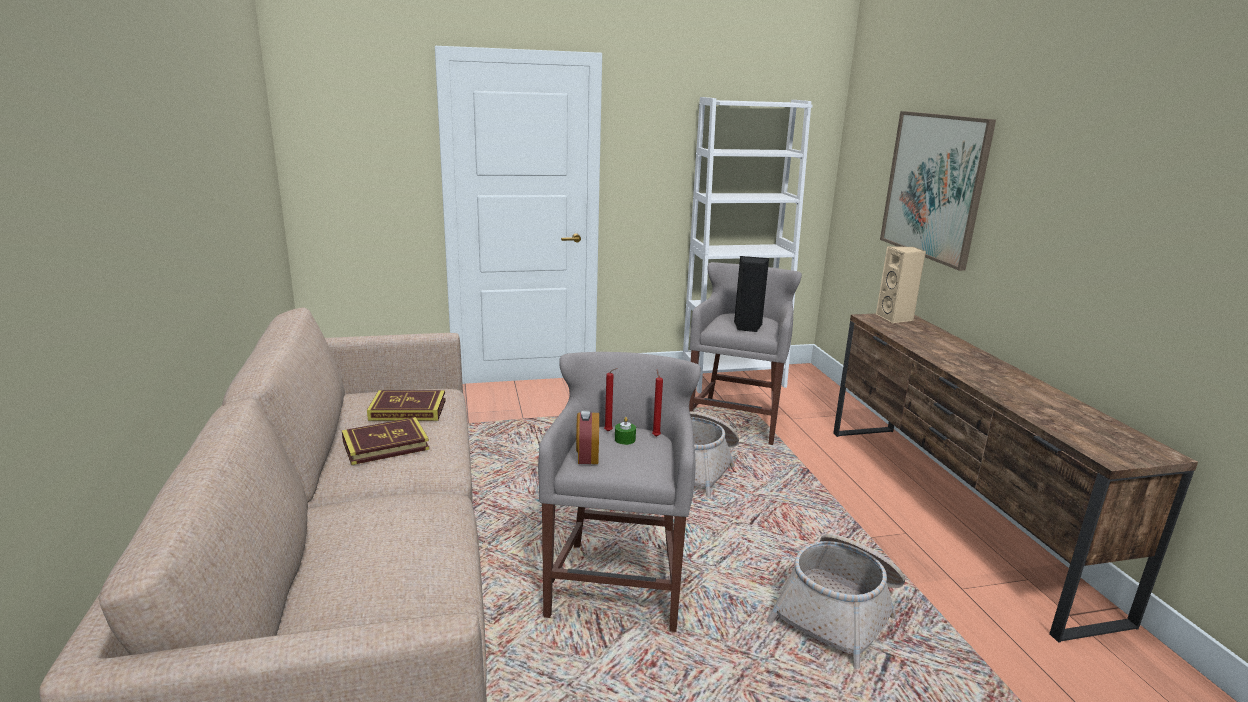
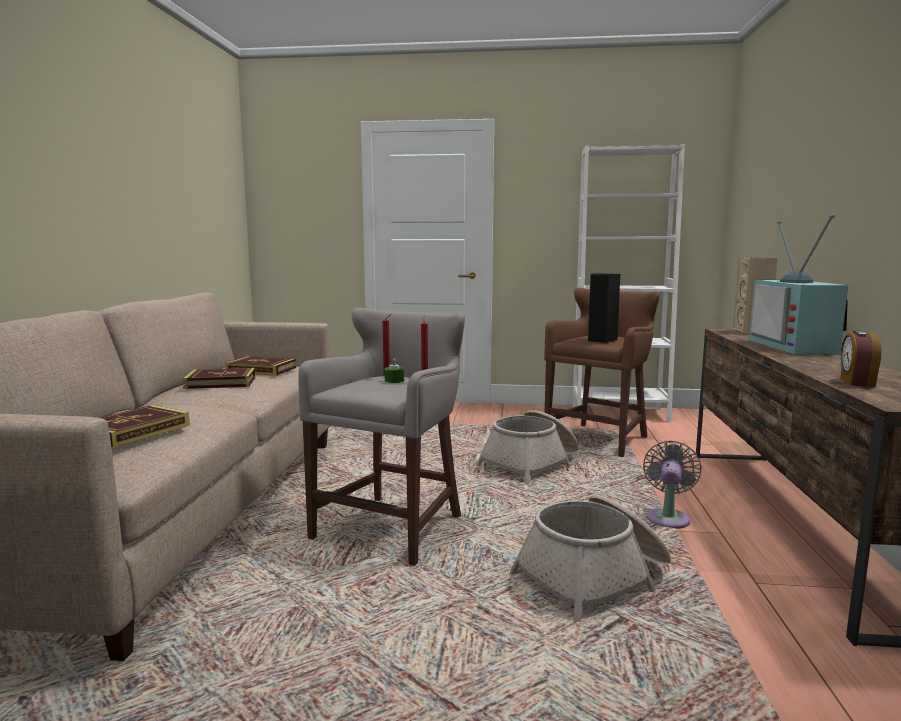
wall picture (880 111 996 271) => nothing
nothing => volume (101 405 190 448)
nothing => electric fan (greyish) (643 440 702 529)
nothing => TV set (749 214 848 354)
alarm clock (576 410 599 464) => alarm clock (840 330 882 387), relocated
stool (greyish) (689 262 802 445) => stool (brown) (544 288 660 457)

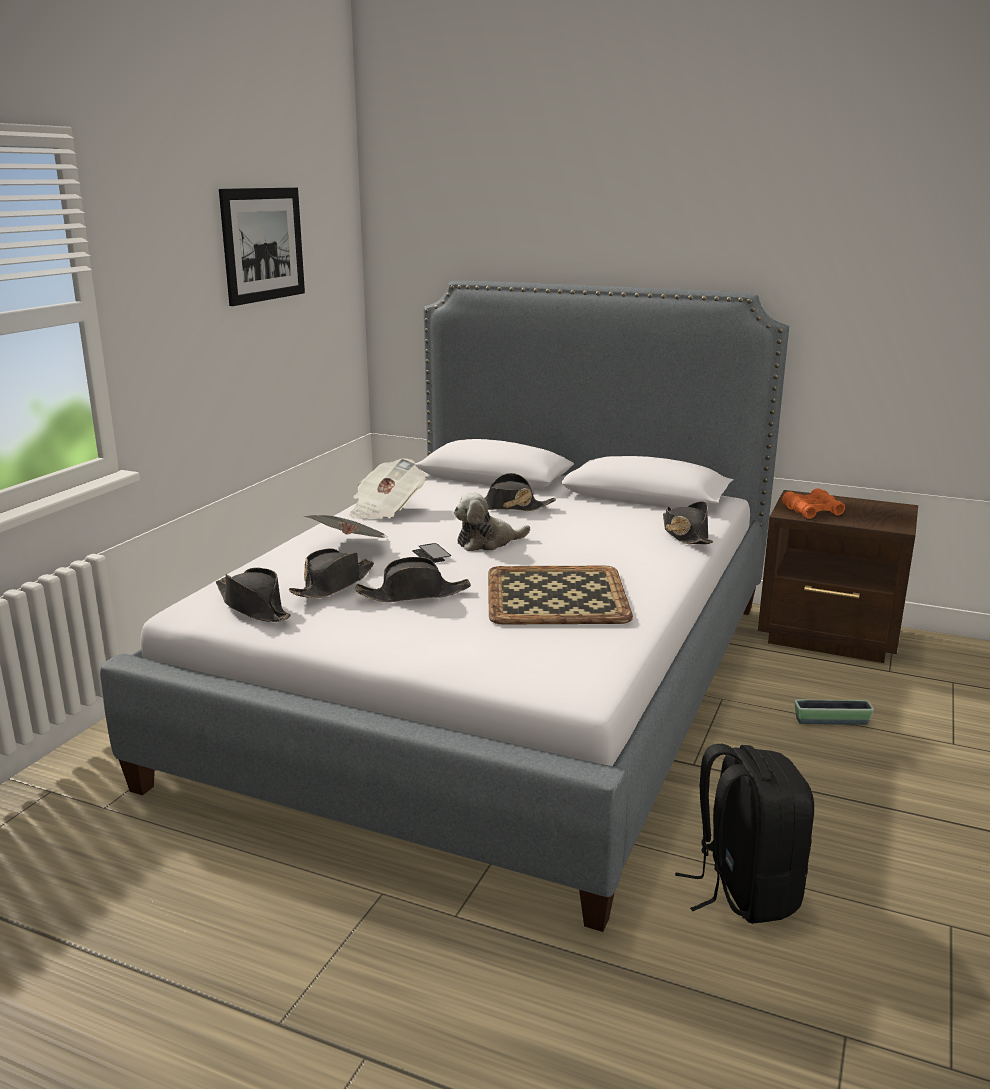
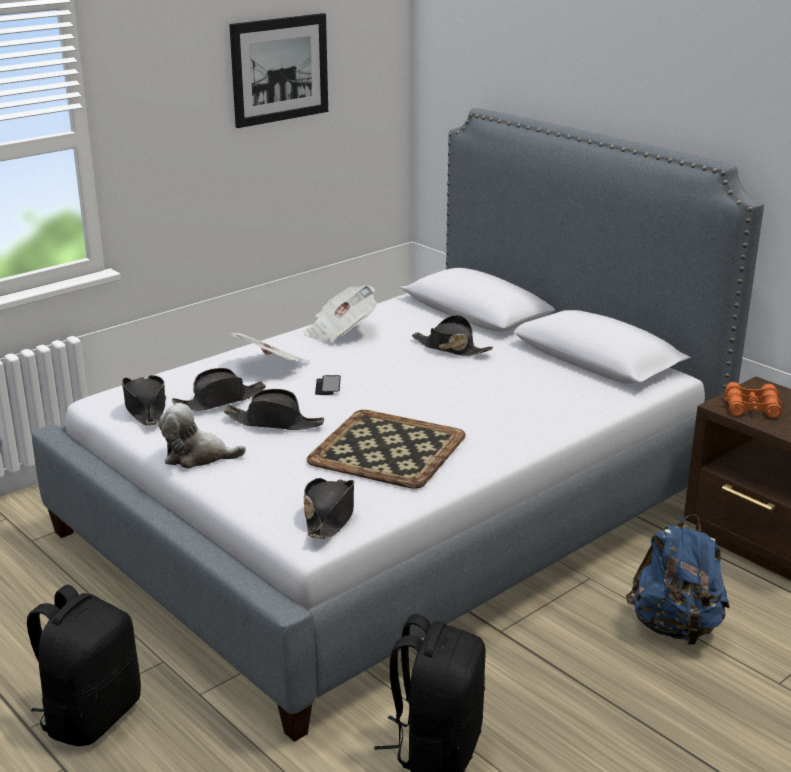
nothing => rucksack (black-coloured) (27 585 141 746)
plush toy (454 493 530 551) => plush toy (158 403 246 469), relocated
clothing hat (black-coloured) (663 501 713 544) => clothing hat (black-coloured) (304 478 354 539), relocated
flower pot (794 700 874 725) => rucksack (blue-coloured) (626 514 730 645)

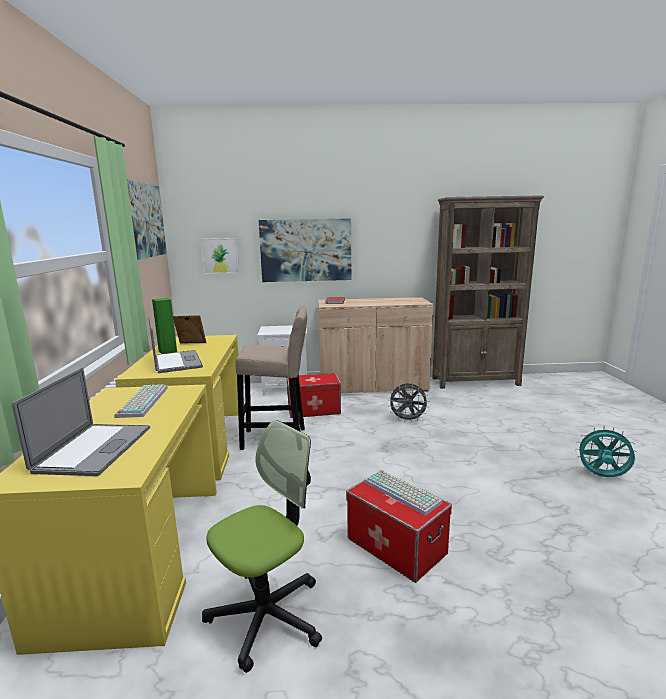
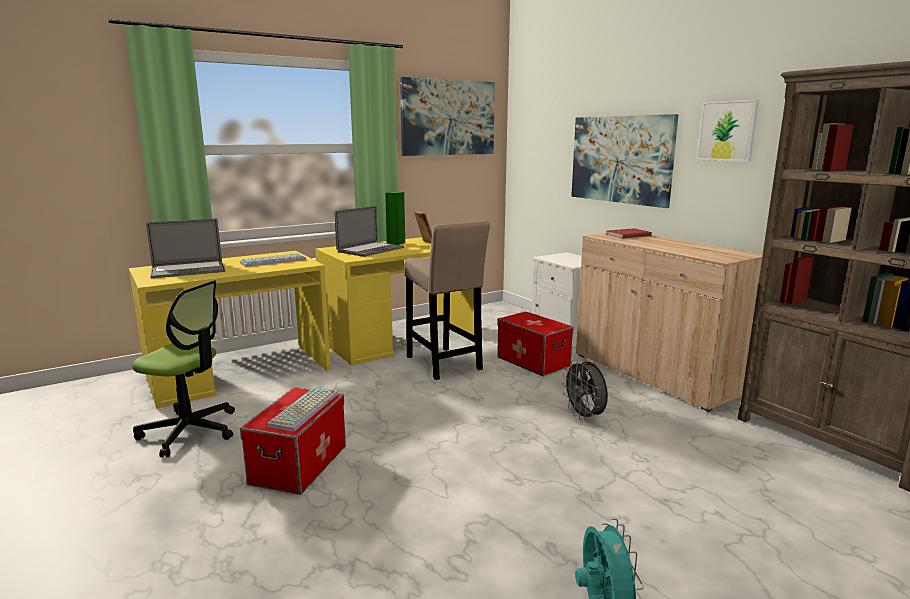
wall picture (201 238 239 274) => wall picture (697 100 759 162), relocated

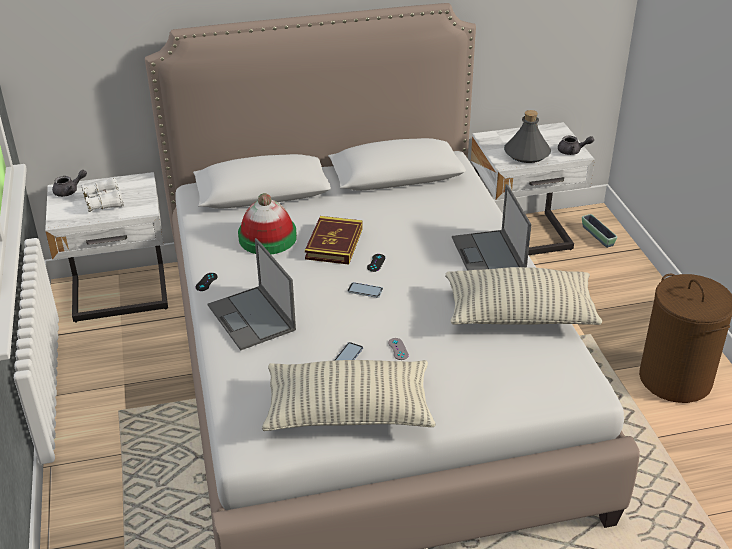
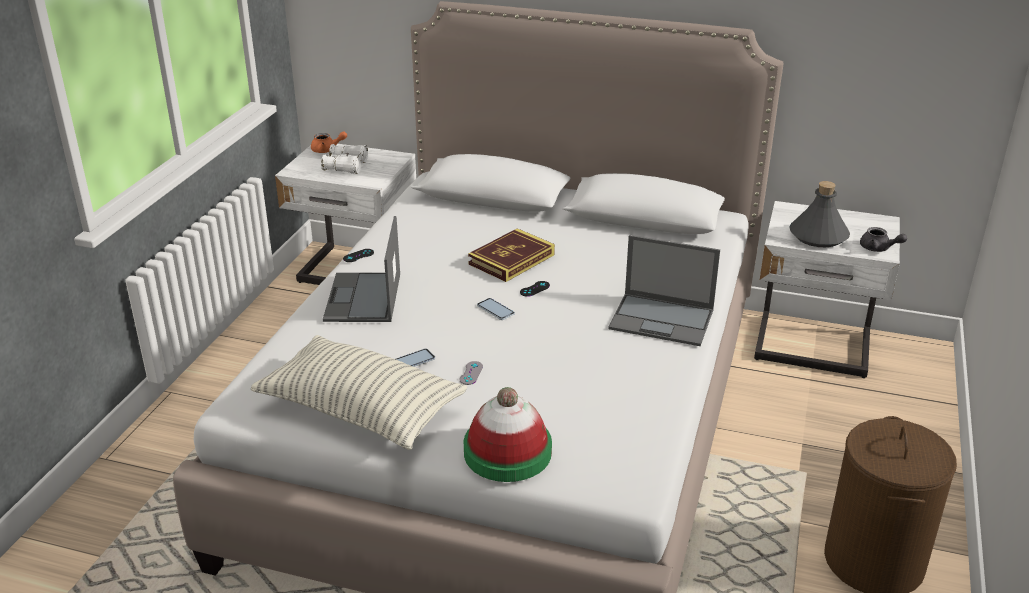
cushion (445 267 602 325) => nothing
flower pot (582 214 617 248) => nothing
clothing hat (238 193 297 254) => clothing hat (464 387 552 482), relocated
tea pot (greyish) (52 170 87 197) => tea pot (orange) (311 131 347 153)
notebook computer (452 184 532 271) => notebook computer (608 235 720 346), 90 degrees counterclockwise

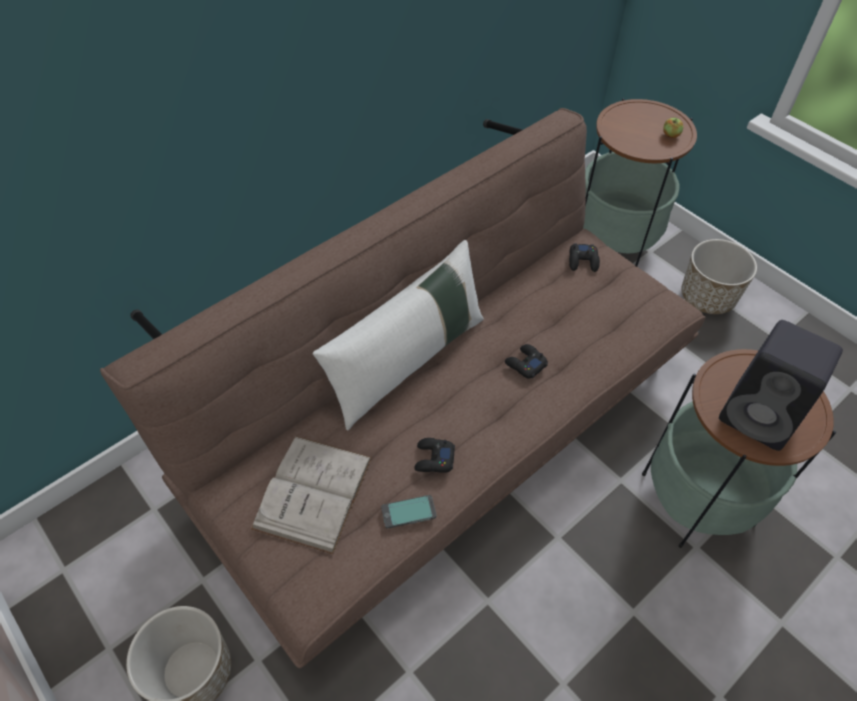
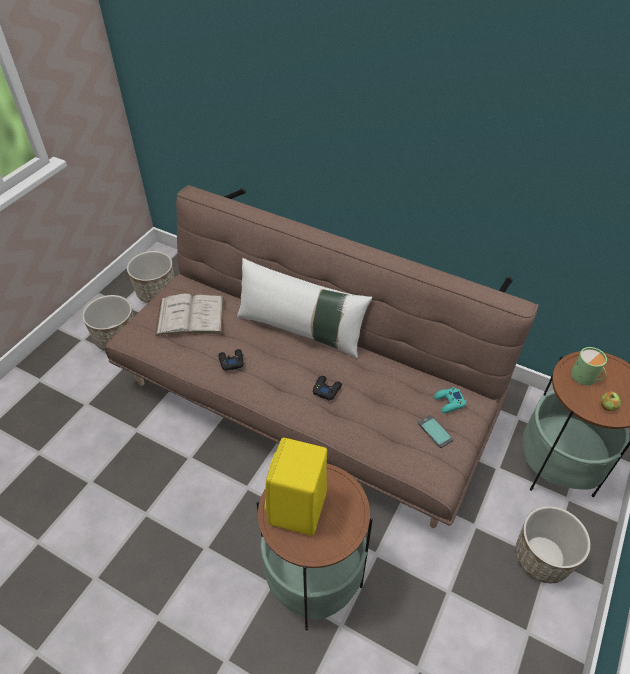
nothing => flower pot (127 251 174 303)
nothing => coffee mug (green) (571 347 607 385)
phone (381 495 437 529) => phone (418 415 453 448), relocated
game controller (black-coloured) (569 244 600 272) => game controller (blue-green) (434 387 467 413)
speaker (black-coloured) (719 320 843 451) => speaker (yellowish) (265 438 327 536)

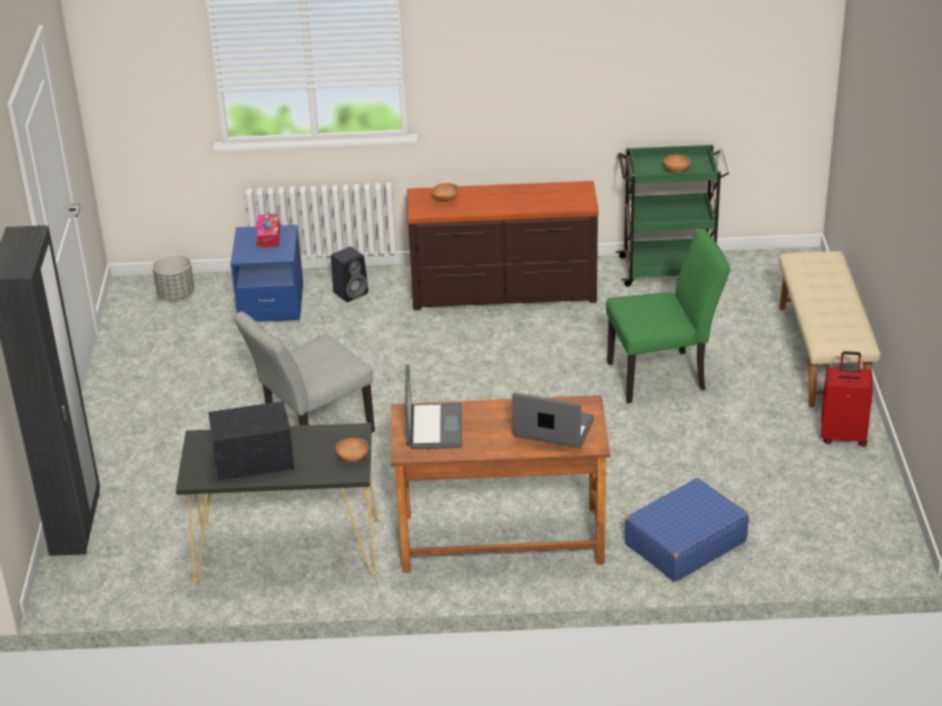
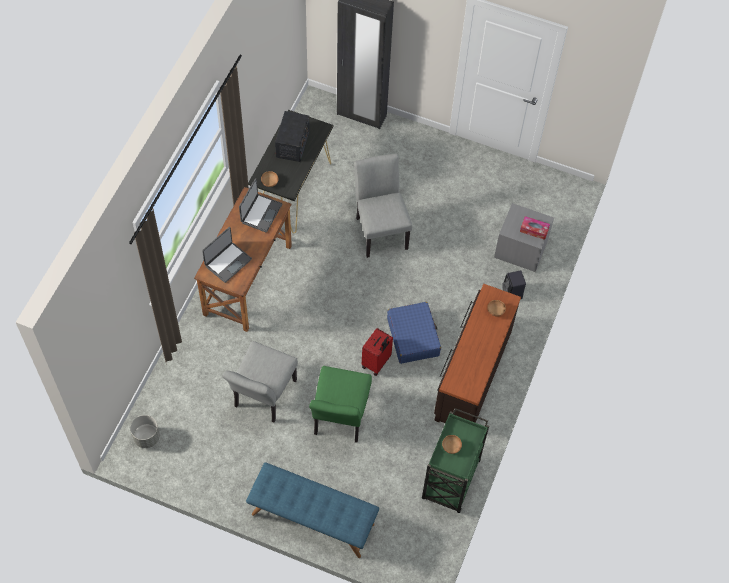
nothing => upright chair (greyish) (222 341 298 423)
flower pot (greyish) (152 254 194 300) => flower pot (greyish) (130 415 160 448), relocated
travel case (blue-coloured) (625 478 749 581) => travel case (blue-coloured) (387 302 441 364), relocated
travel case (red) (821 351 873 447) => travel case (red) (362 328 393 376), relocated
night table (blue-coloured) (230 225 303 322) => night table (greyish) (494 203 554 272)
long seat (beige) (779 251 881 408) => long seat (blue-coloured) (246 462 379 558)
notebook computer (405 364 462 449) => notebook computer (239 178 282 232), 90 degrees counterclockwise

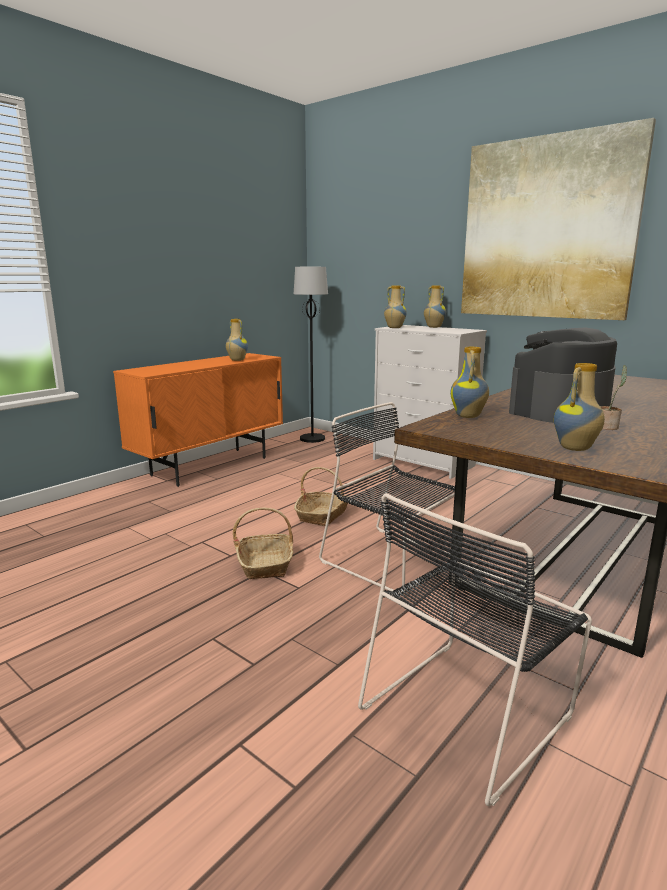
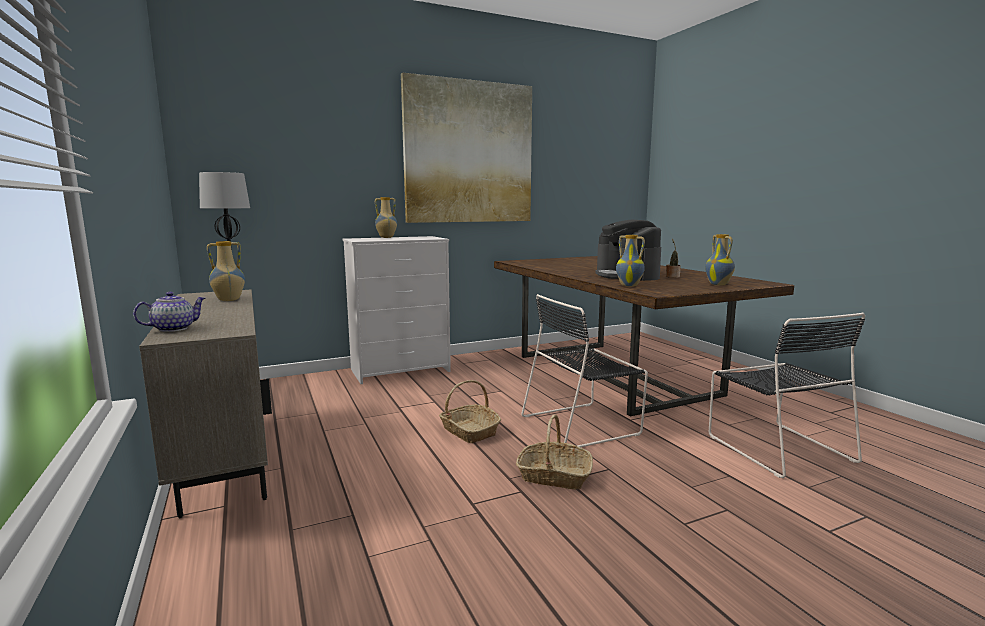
decorative vase (384 286 407 328) => nothing
nothing => tea pot (133 292 205 332)
cupboard (orange) (113 353 283 487) => cupboard (beige) (139 290 272 518)

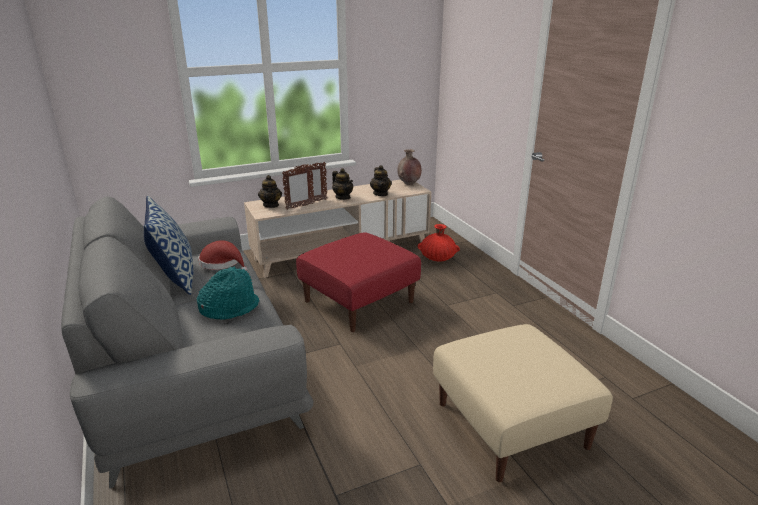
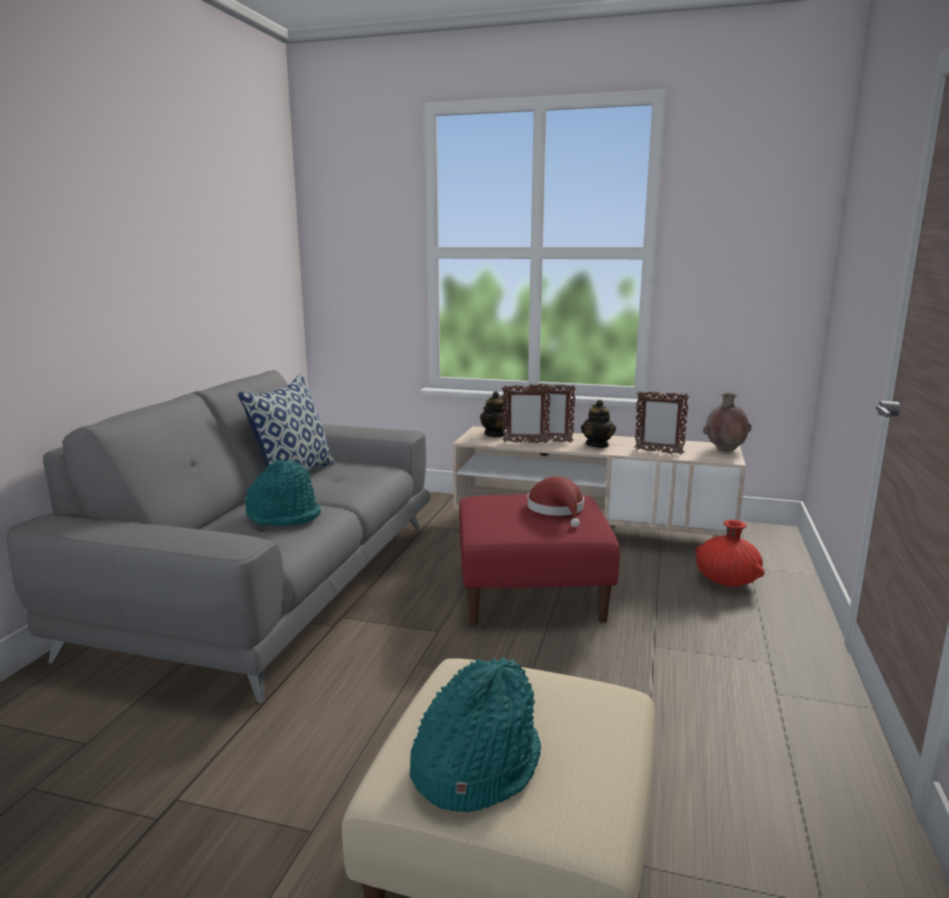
nothing => clothing hat (blue-green) (410 658 541 812)
clothing hat (red) (199 240 247 271) => clothing hat (red) (527 476 584 527), relocated
tea pot (370 165 392 196) => photo frame (635 391 689 455)

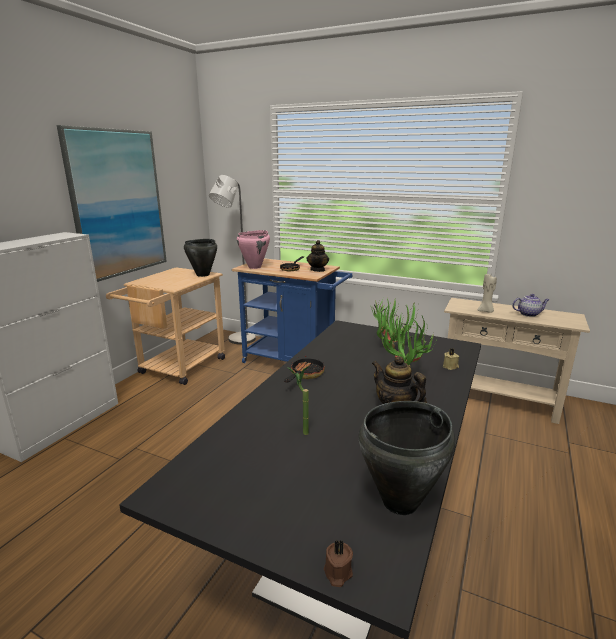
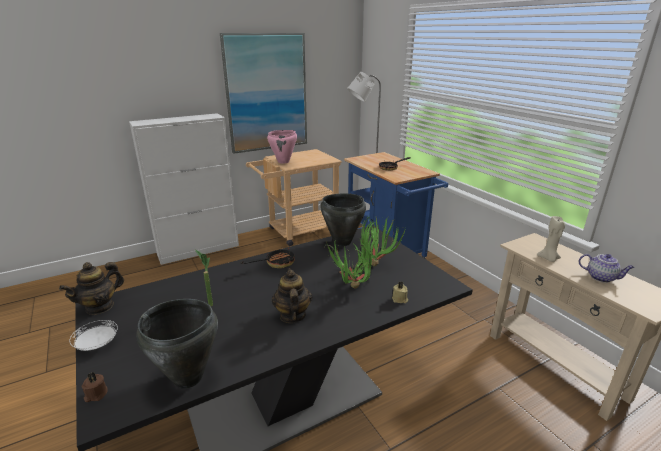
nothing => plate (whitish) (69 320 118 351)
cooking pot (black-coloured) (184 239 217 277) => cooking pot (black-coloured) (320 193 366 246), relocated
cooking pot (pink-coloured) (237 230 270 269) => cooking pot (pink-coloured) (267 130 297 164), relocated
tea pot (307 240 329 272) => tea pot (59 262 124 315), relocated

